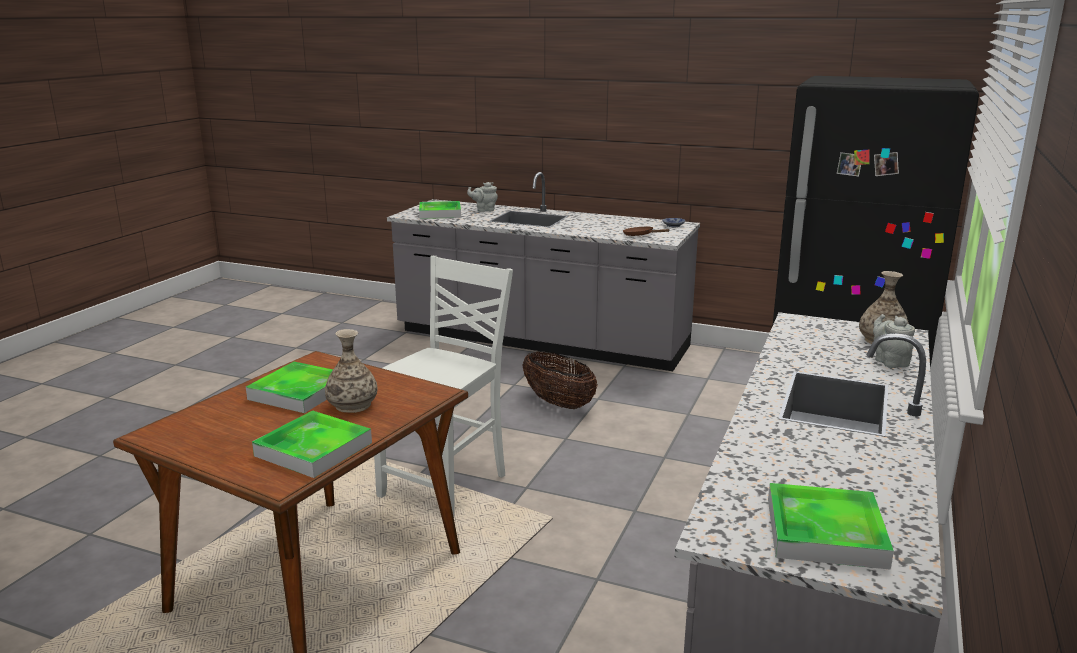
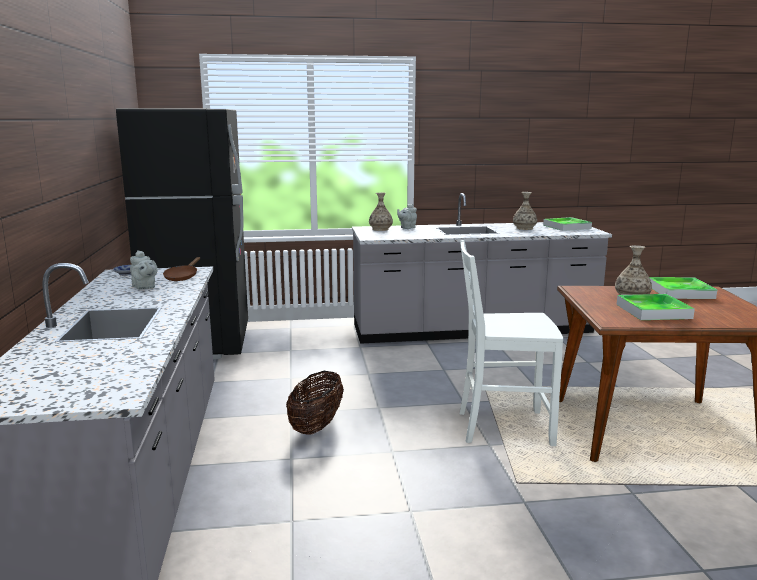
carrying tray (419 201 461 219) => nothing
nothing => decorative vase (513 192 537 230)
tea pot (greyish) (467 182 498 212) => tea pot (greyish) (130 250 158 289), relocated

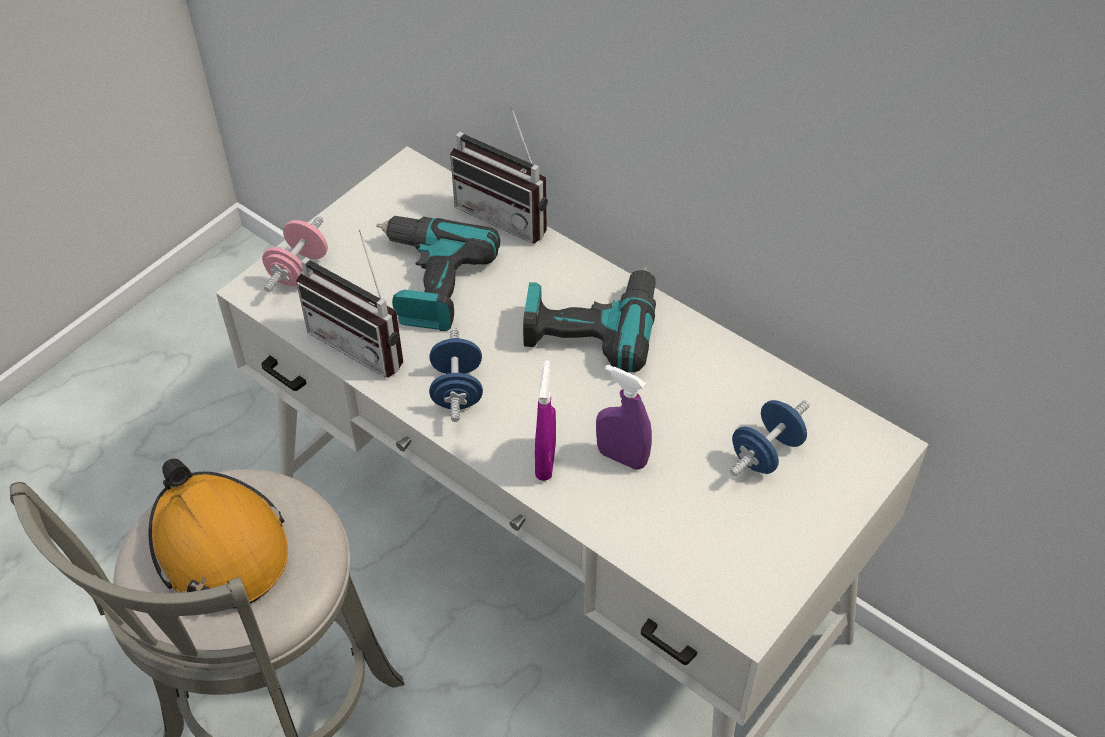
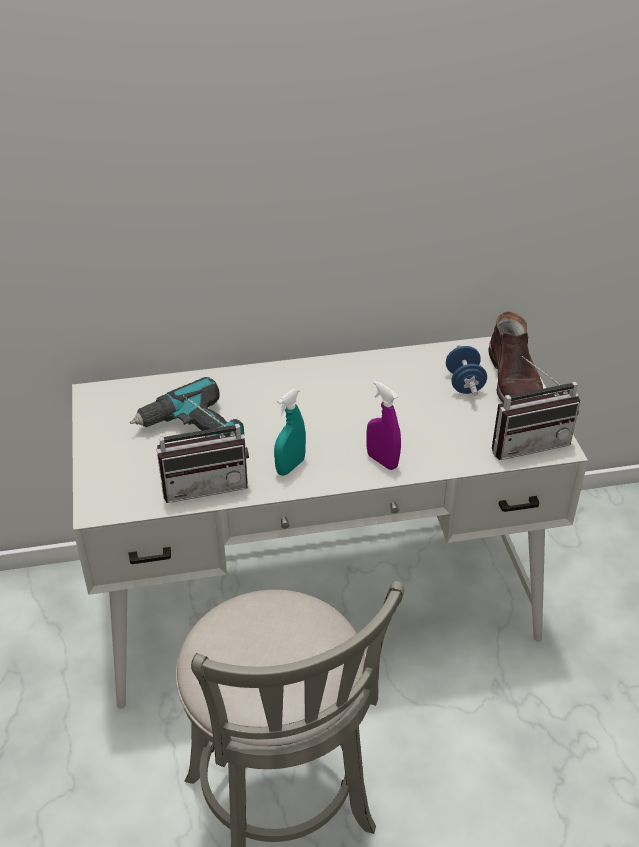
work helmet (orange) (148 458 288 608) => nothing
hand weight (pink-coloured) (262 216 328 292) => nothing
power drill (523 266 656 373) => nothing
spray bottle (purplish) (596 365 652 470) => nothing
nothing => boot (brown) (489 312 543 403)
radio (450 104 548 243) => radio (492 356 580 460), relocated
hand weight (blue-coloured) (429 328 483 422) => spray bottle (blue-green) (274 389 306 476)

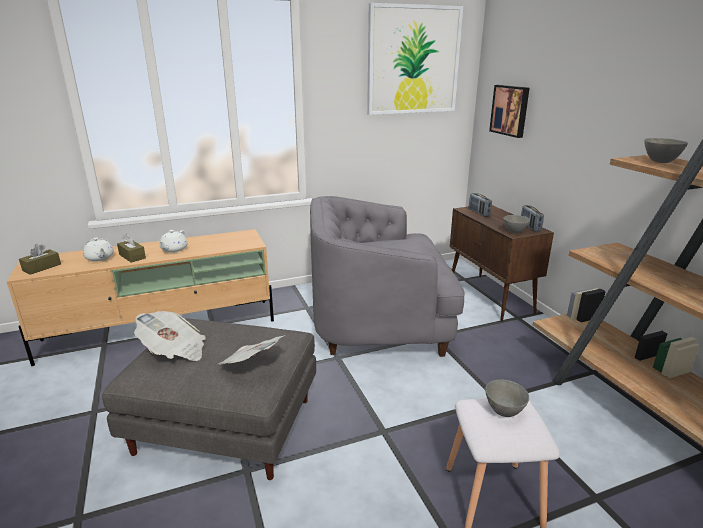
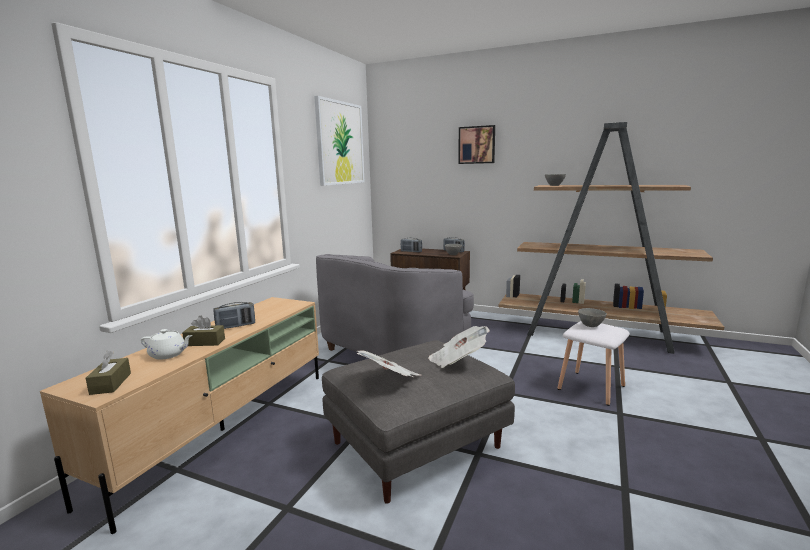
wall picture (489 85 530 138) => wall picture (458 125 495 164), relocated
tea pot (whitish) (159 230 187 253) => radio (213 302 255 329)

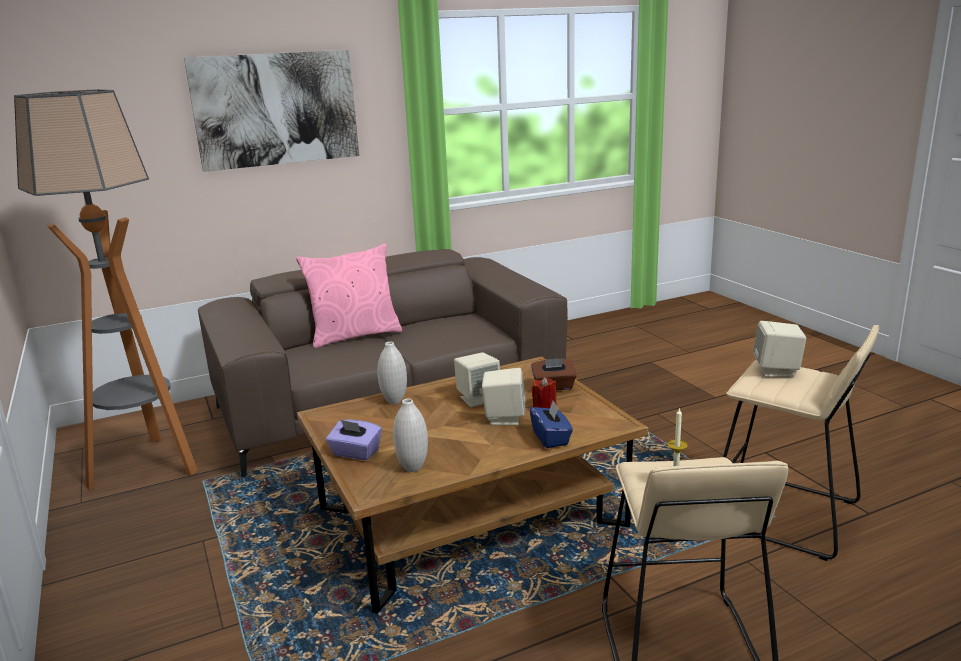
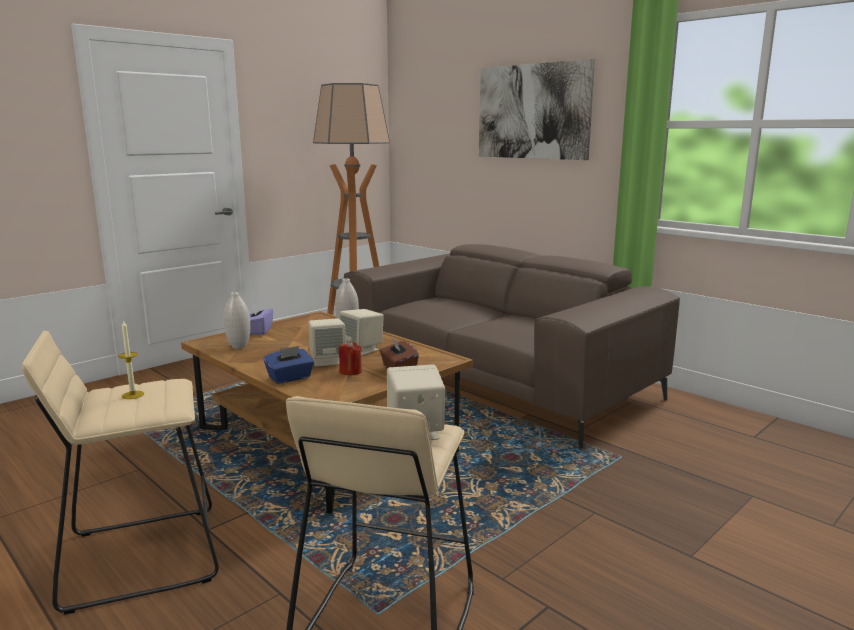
cushion (pink-coloured) (296 244 402 348) => nothing

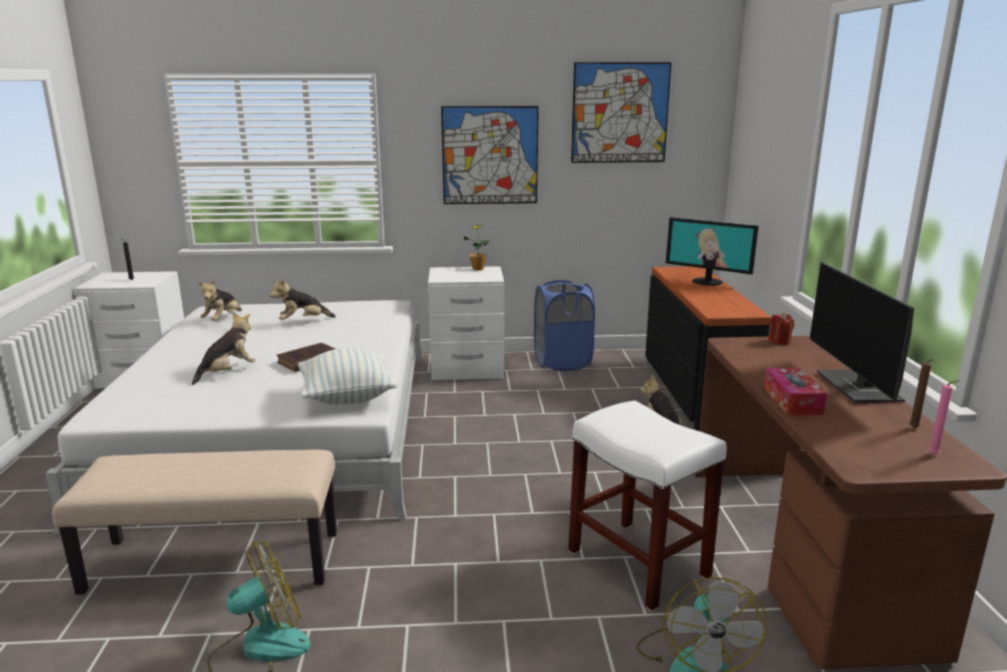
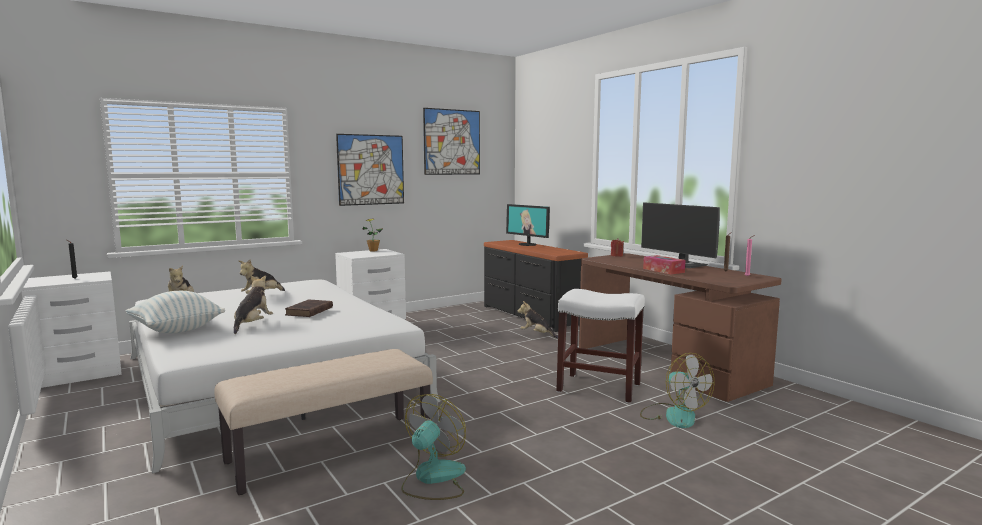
washing basket (blue-coloured) (534 280 595 371) => nothing
cushion (298 348 397 405) => cushion (125 291 225 334), relocated
computer display (666 217 759 286) => computer display (506 204 550 246), 45 degrees clockwise

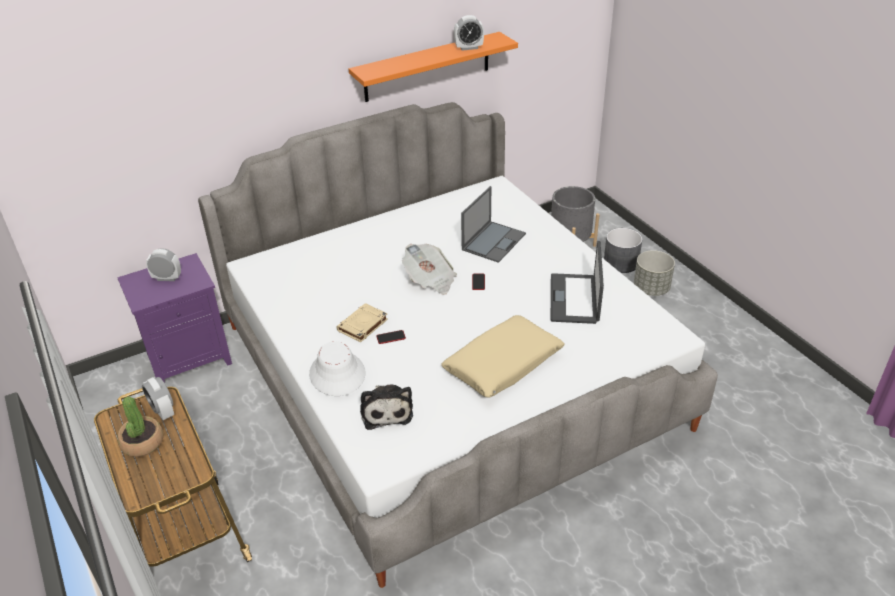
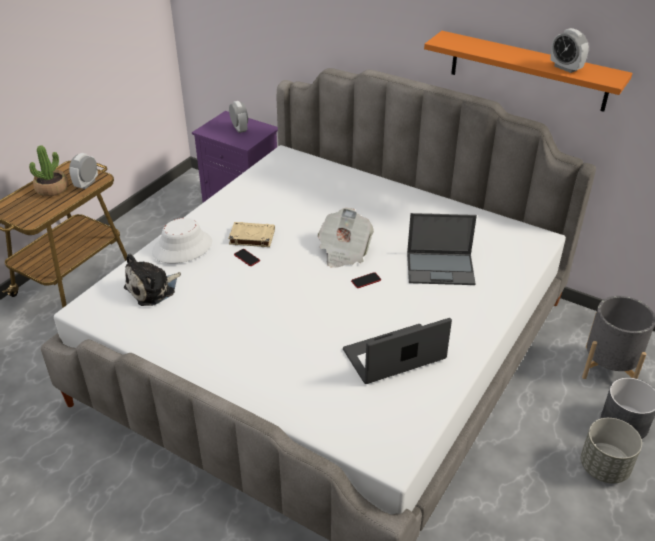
cushion (beige) (441 315 565 398) => nothing

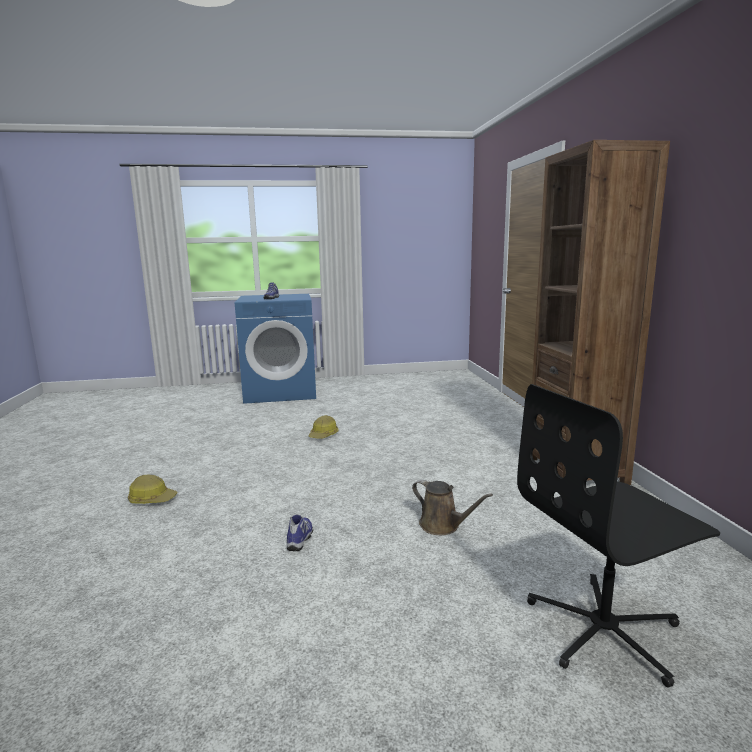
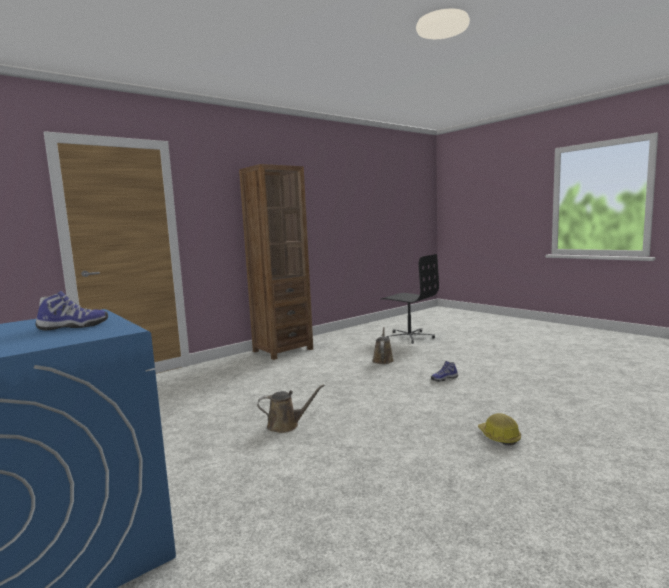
work helmet (308 415 338 439) => sprinkling can (brown) (257 384 325 433)

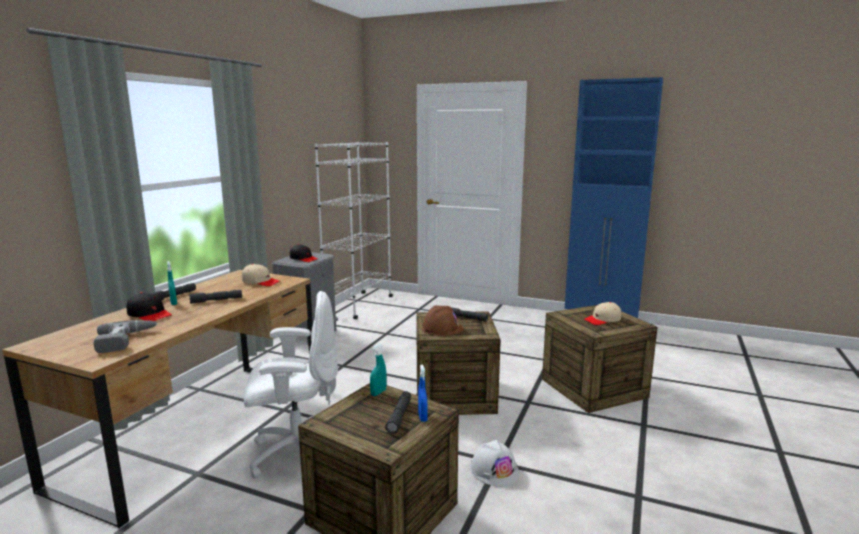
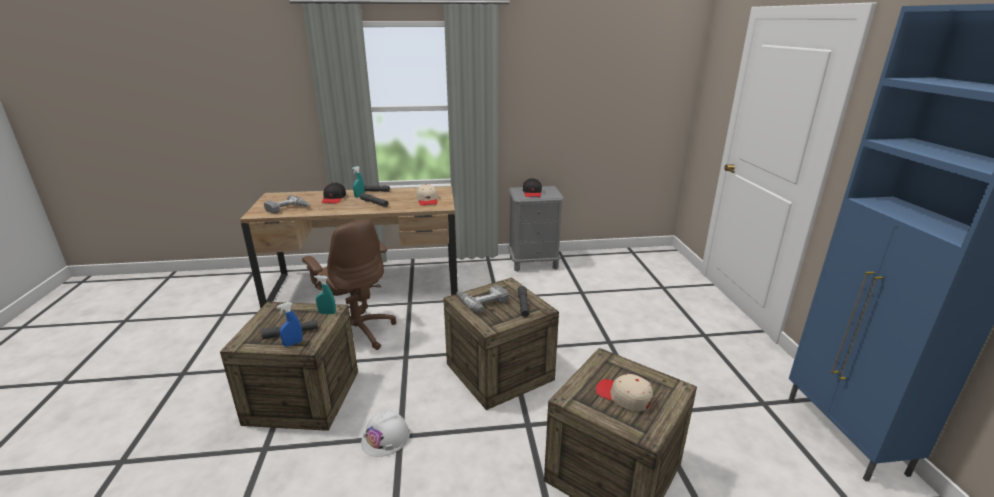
bookcase (whitish) (315 142 393 319) => nothing
work helmet (brown) (422 305 464 336) => power drill (457 285 509 313)
office chair (whitish) (244 291 338 479) => office chair (brown) (302 220 396 350)

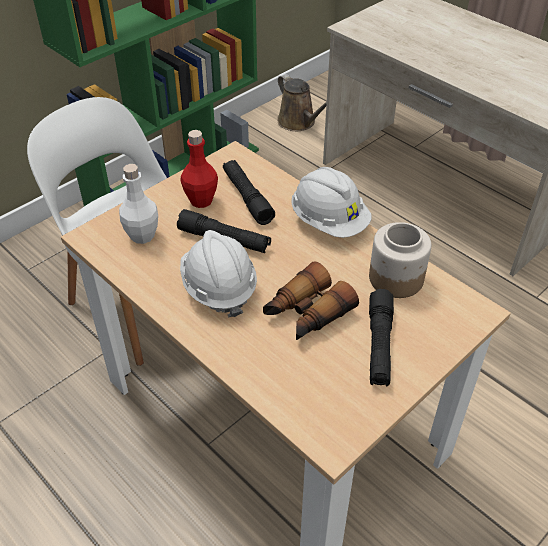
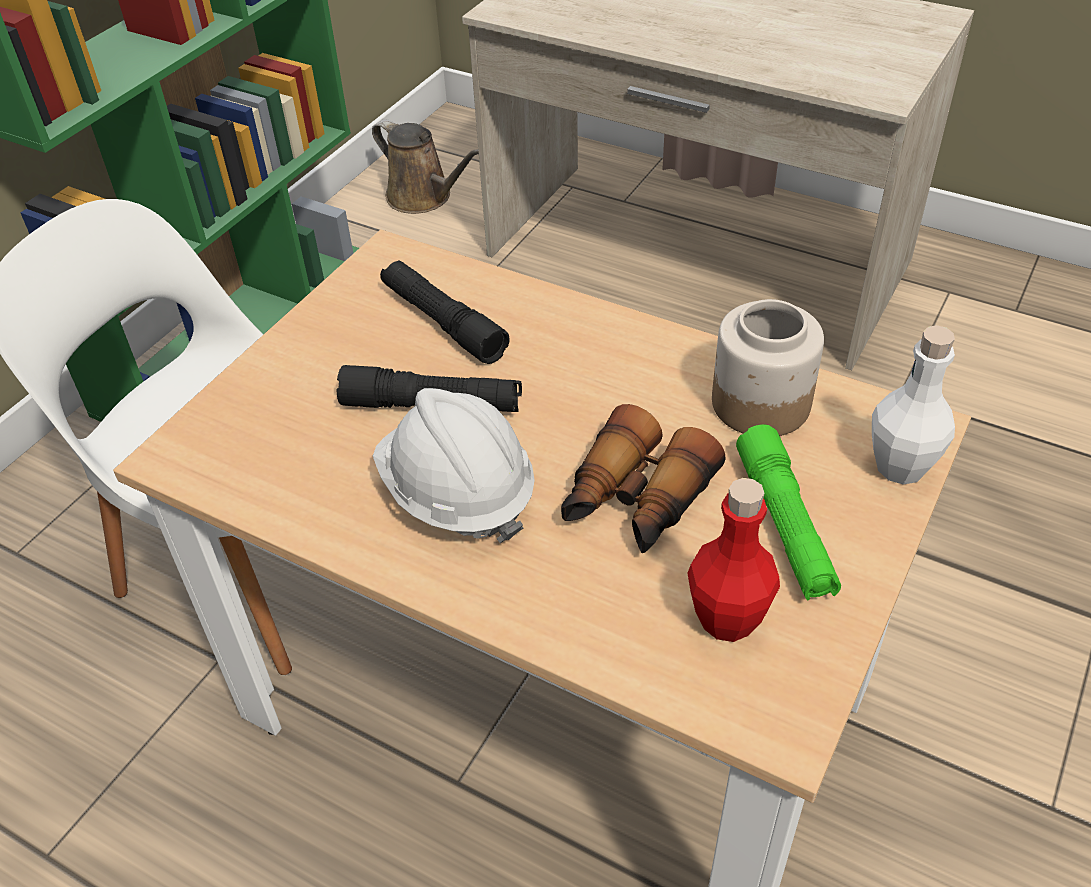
work helmet (whitish) (291 167 371 238) => nothing
drink bottle (whitish) (119 164 158 244) => drink bottle (whitish) (872 325 955 484), relocated
drink bottle (red) (180 130 218 208) => drink bottle (red) (687 478 780 642), relocated
hand torch (black-coloured) (369 289 394 387) => hand torch (green) (736 424 841 600)

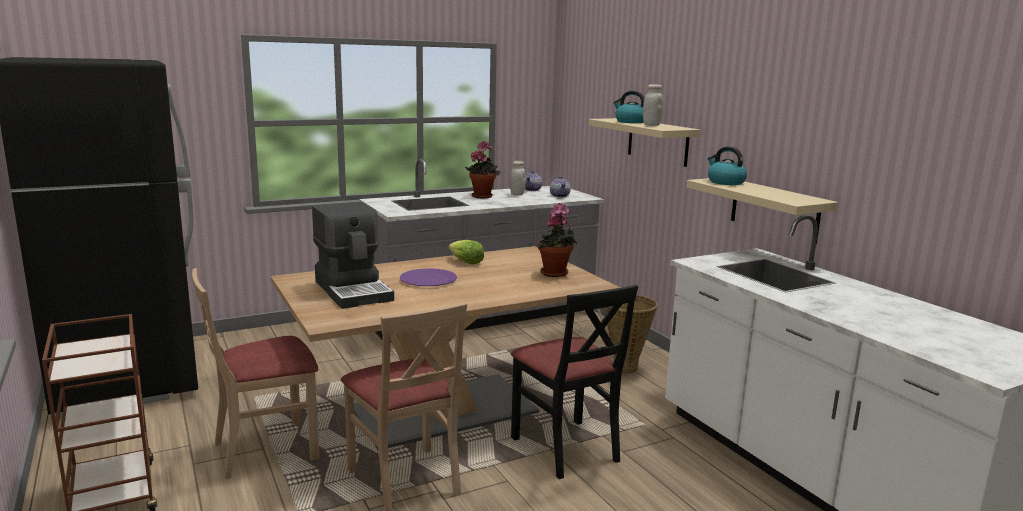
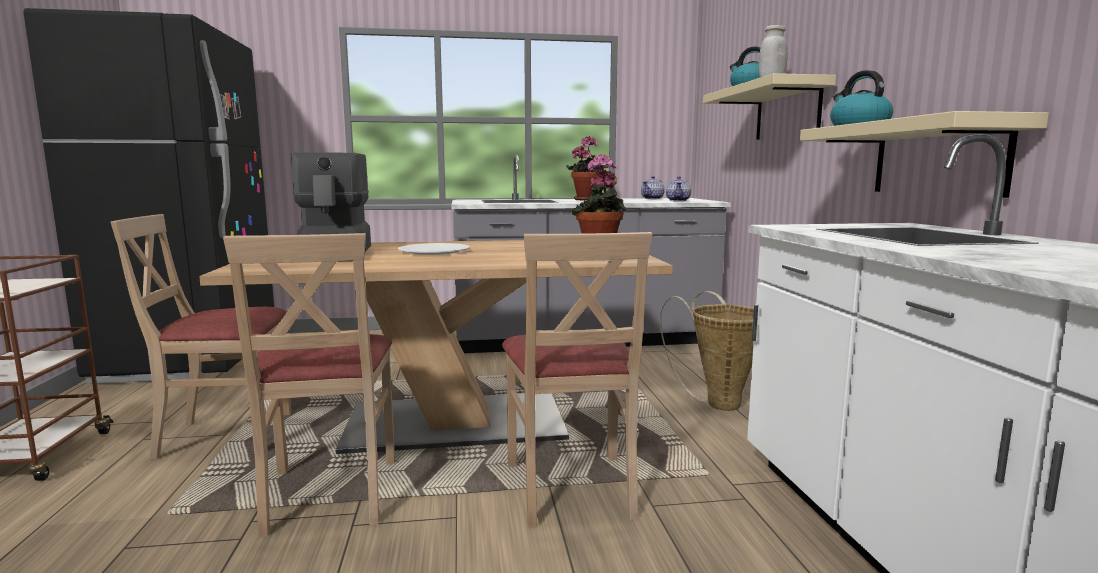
lettuce head (449 240 484 264) => nothing
preserve jar (whitish) (510 161 526 196) => nothing
plate (purplish) (400 268 457 286) => plate (whitish) (398 243 470 255)
upright chair (black-coloured) (511 285 638 479) => upright chair (beige) (502 232 653 528)

